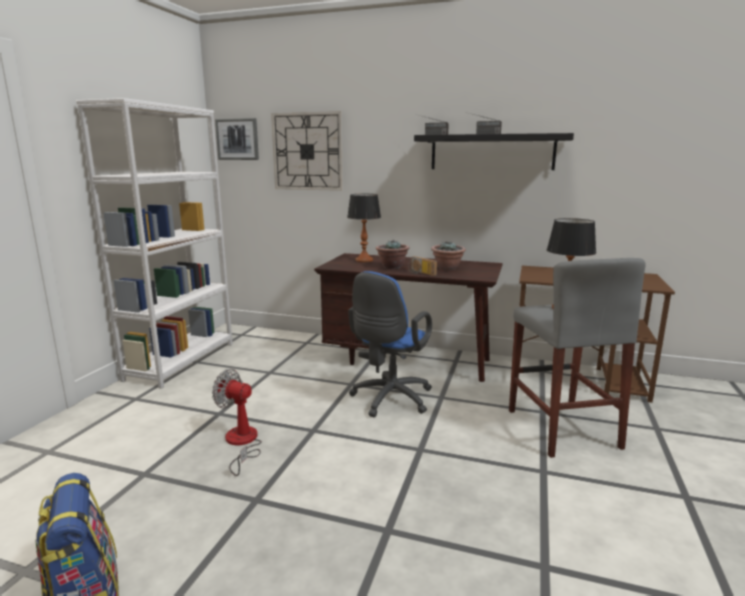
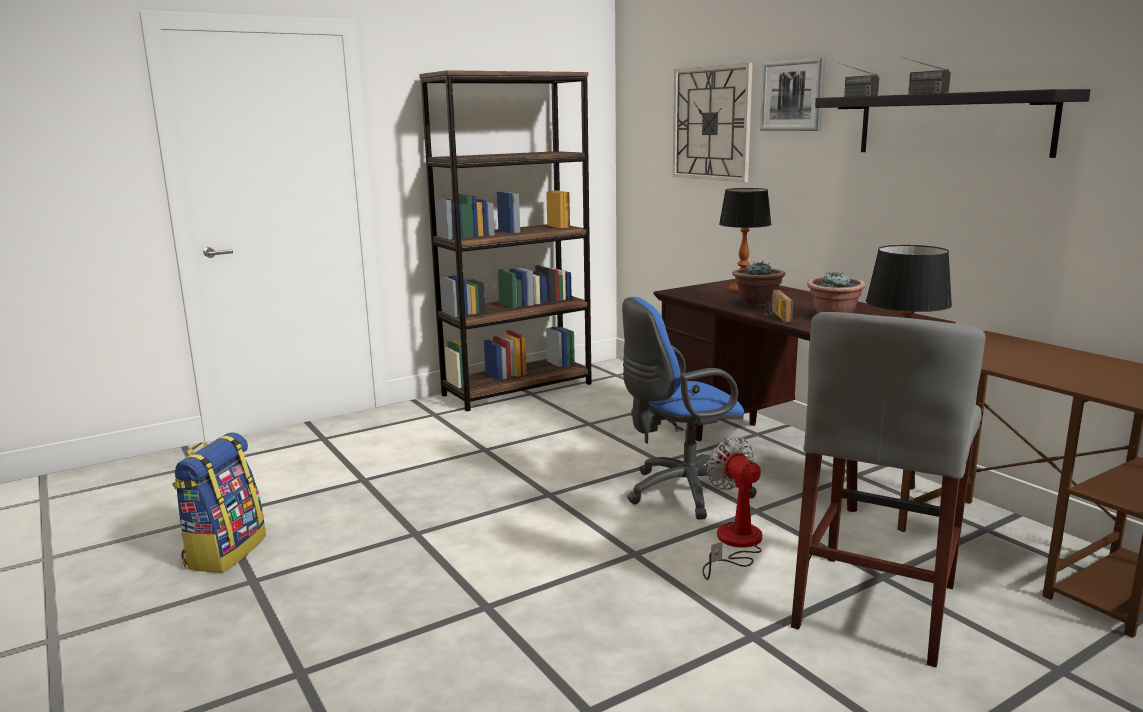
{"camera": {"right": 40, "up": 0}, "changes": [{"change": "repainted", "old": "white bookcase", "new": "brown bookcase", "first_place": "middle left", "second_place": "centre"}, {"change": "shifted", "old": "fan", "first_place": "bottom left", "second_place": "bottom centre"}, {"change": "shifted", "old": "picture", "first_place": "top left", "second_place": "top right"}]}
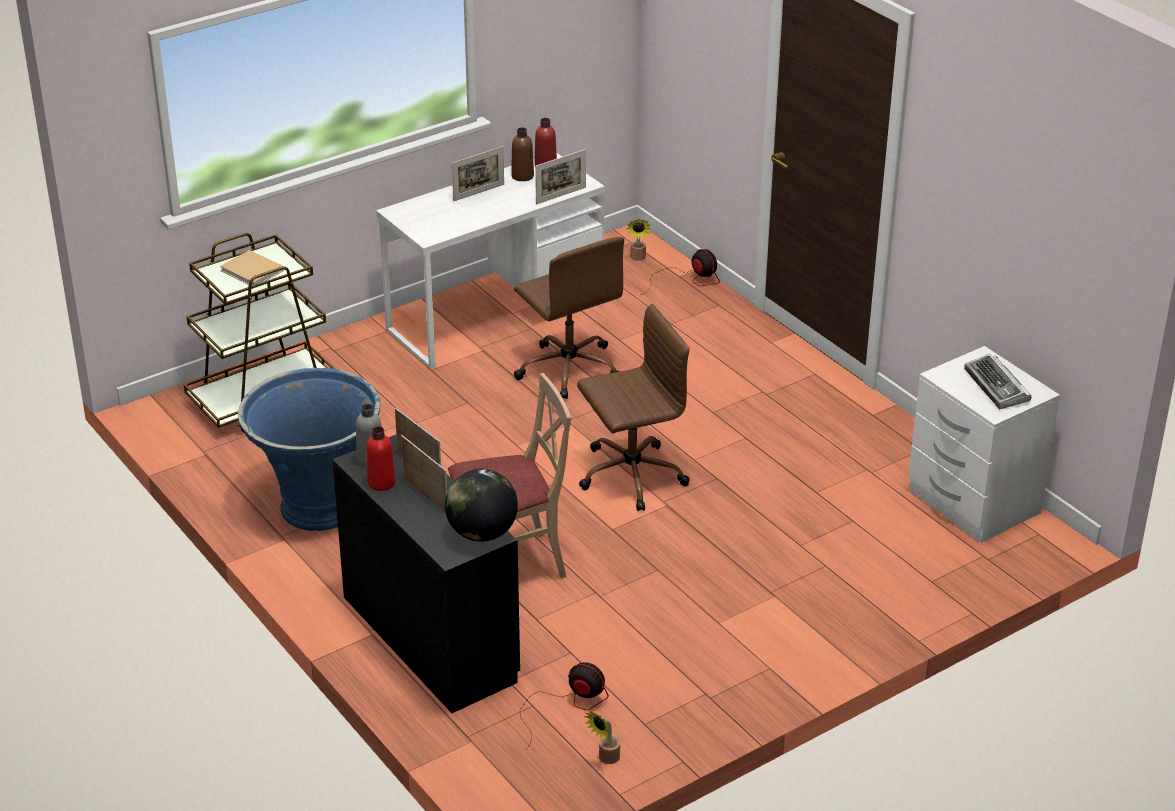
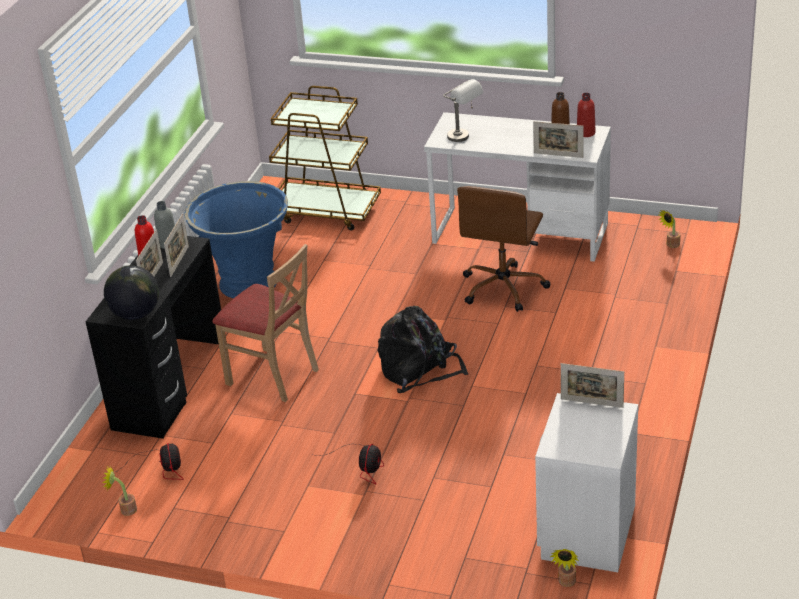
{"camera": {"right": 55, "up": 0}, "changes": [{"change": "shifted", "old": "fan (no. 2 from left)", "first_place": "centre", "second_place": "bottom centre"}, {"change": "swapped", "old": "brown office chair (no. 2 from left)", "new": "black backpack", "first_place": "centre", "second_place": "centre"}, {"change": "new", "new": "grey table lamp", "second_place": "top centre"}, {"change": "new", "new": "potted plant (no. 2 from left)", "second_place": "bottom right"}, {"change": "shifted", "old": "picture frame (no. 3 from left in the first image)", "new": "picture frame (no. 4 from left)", "first_place": "top centre", "second_place": "middle right"}, {"change": "gone", "old": "beige book", "first_place": "top left"}, {"change": "gone", "old": "keyboard", "first_place": "middle right"}]}
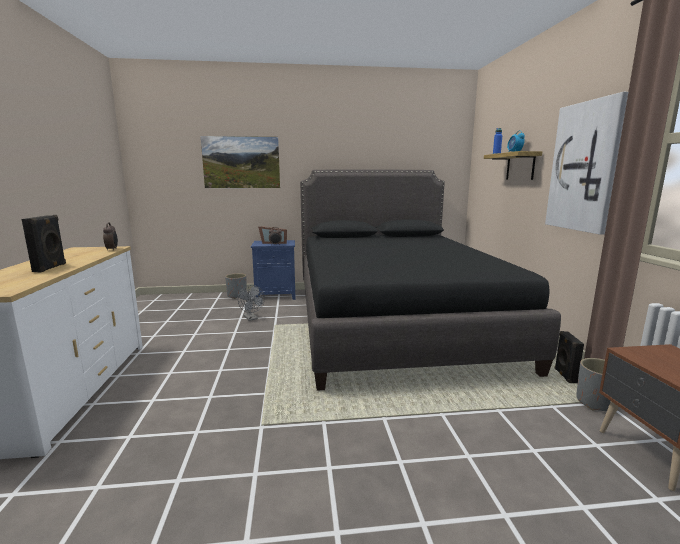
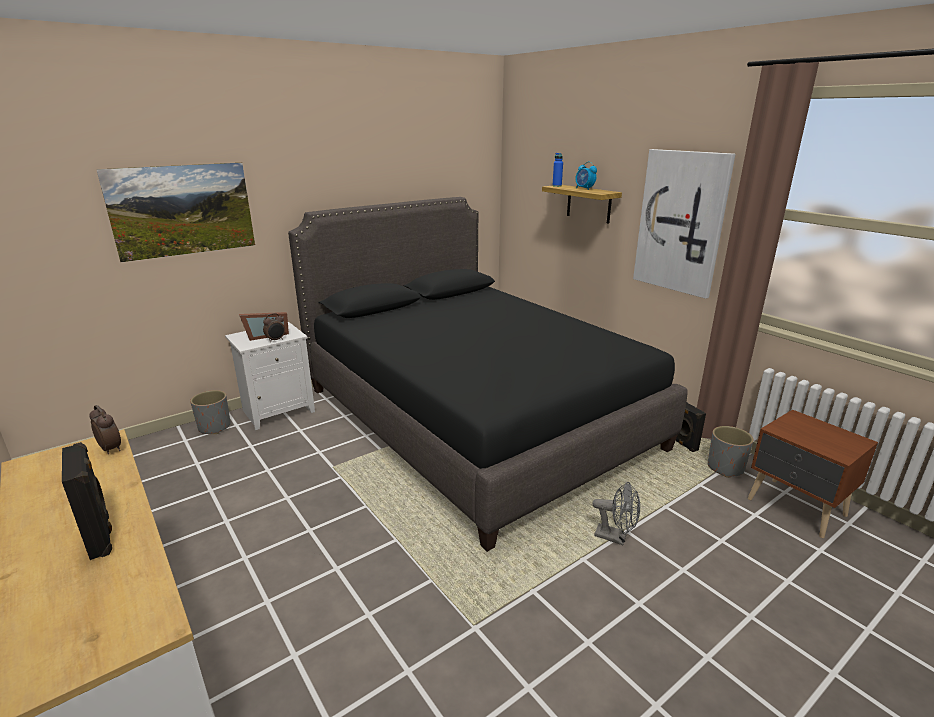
{"camera": {"right": -30, "up": 10}, "changes": [{"change": "repainted", "old": "blue nightstand", "new": "white nightstand", "first_place": "centre", "second_place": "middle left"}, {"change": "shifted", "old": "grey fan", "first_place": "centre", "second_place": "bottom centre"}]}
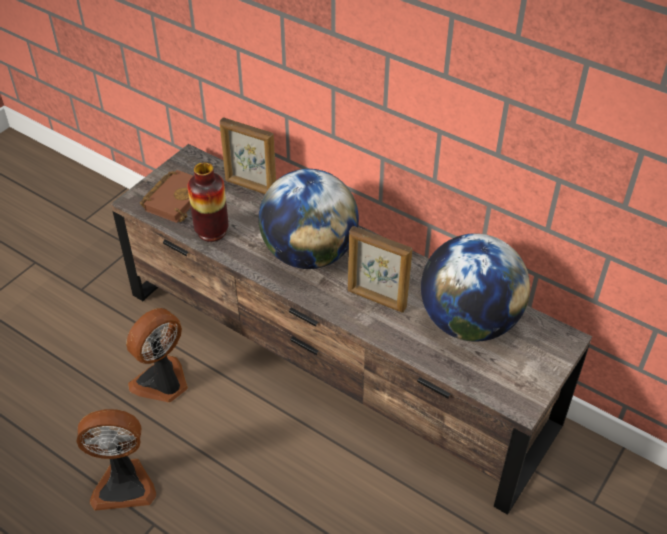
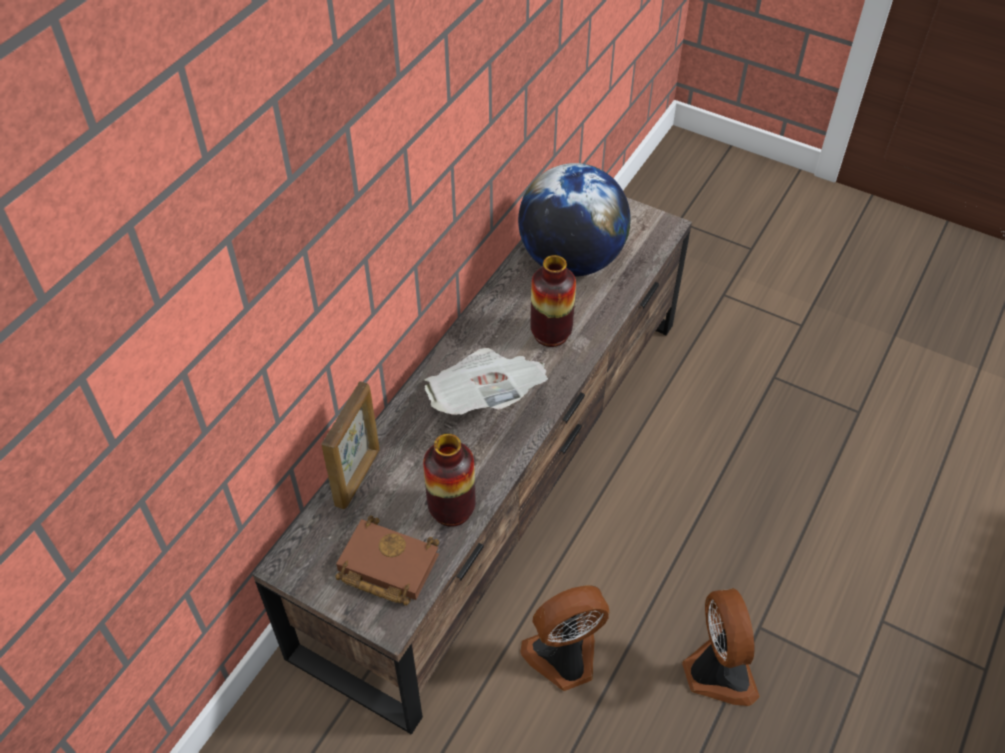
{"camera": {"right": -95, "up": 5}, "changes": [{"change": "swapped", "old": "globe (no. 1 from left)", "new": "newspaper", "first_place": "centre", "second_place": "centre"}, {"change": "rotated", "old": "fan (no. 2 from left in the first image)", "first_place": "middle left", "second_place": "bottom centre", "degrees": 120}, {"change": "swapped", "old": "picture frame (no. 2 from left)", "new": "vase (no. 2 from left)", "first_place": "centre", "second_place": "centre"}]}
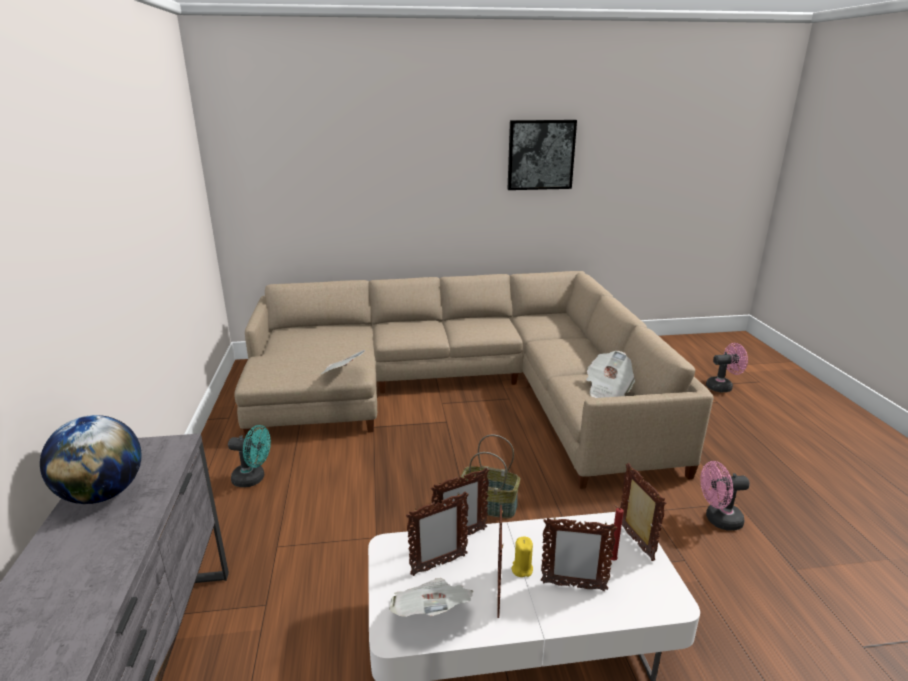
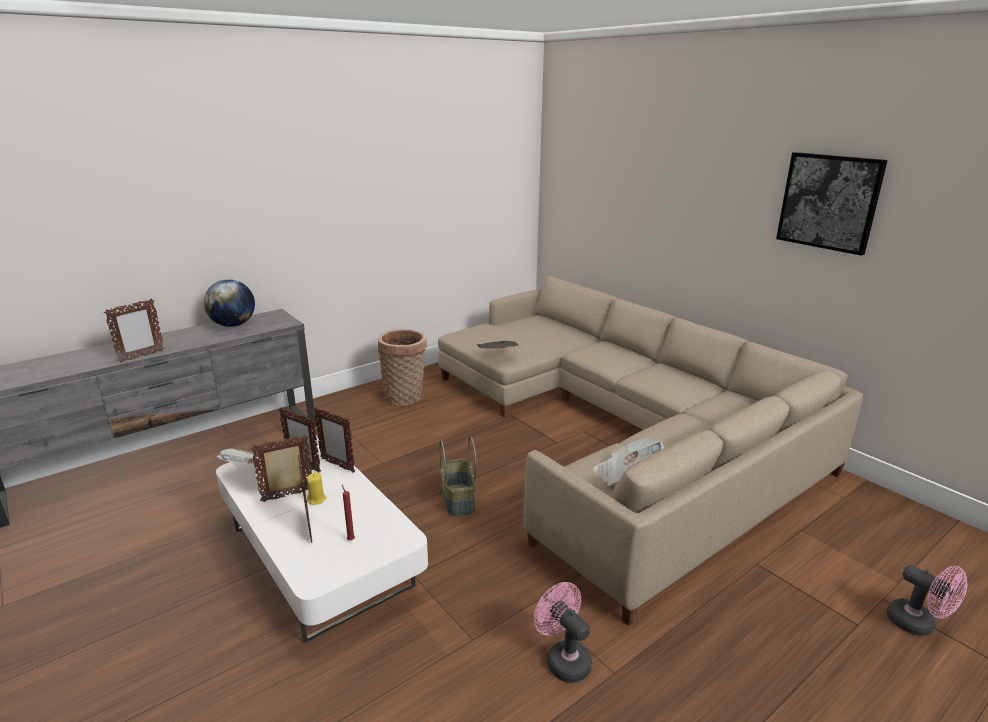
{"camera": {"right": 60, "up": 0}, "changes": [{"change": "shifted", "old": "picture frame (no. 5 from left in the first image)", "new": "picture frame (no. 1 from left)", "first_place": "bottom right", "second_place": "middle left"}, {"change": "swapped", "old": "turquoise fan", "new": "basket (no. 1 from left)", "first_place": "bottom left", "second_place": "centre"}]}
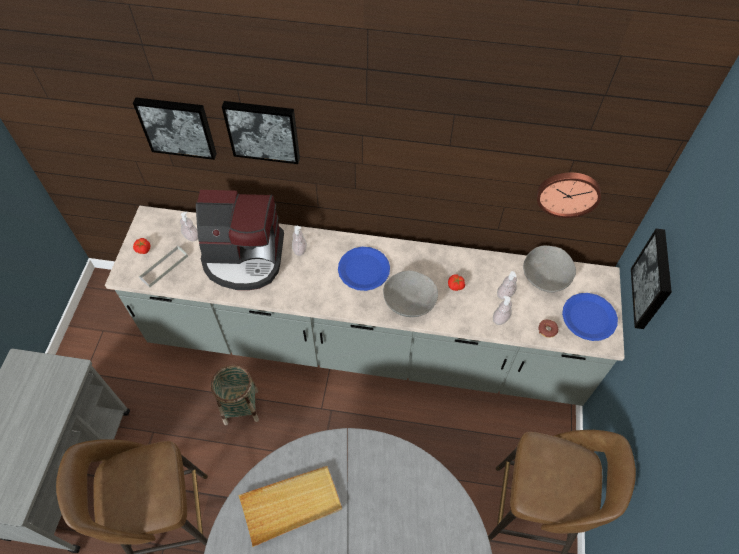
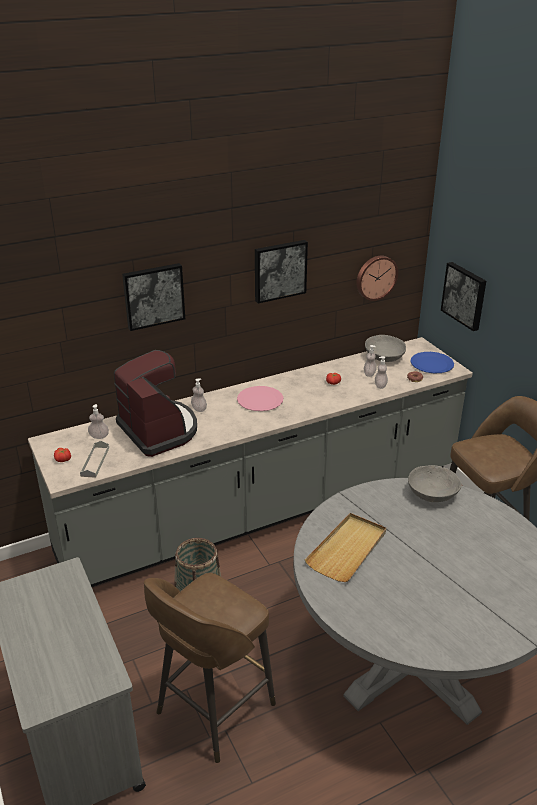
{"camera": {"right": -35, "up": -25}, "changes": [{"change": "rotated", "old": "coffee machine", "first_place": "middle left", "second_place": "middle left", "degrees": -90}, {"change": "repainted", "old": "blue plate (no. 1 from left)", "new": "pink plate", "first_place": "centre", "second_place": "centre"}, {"change": "shifted", "old": "picture (no. 1 from left in the first image)", "new": "picture (no. 2 from left)", "first_place": "top left", "second_place": "centre"}, {"change": "shifted", "old": "grey bowl (no. 1 from left in the first image)", "new": "grey bowl (no. 2 from left)", "first_place": "centre", "second_place": "middle right"}]}
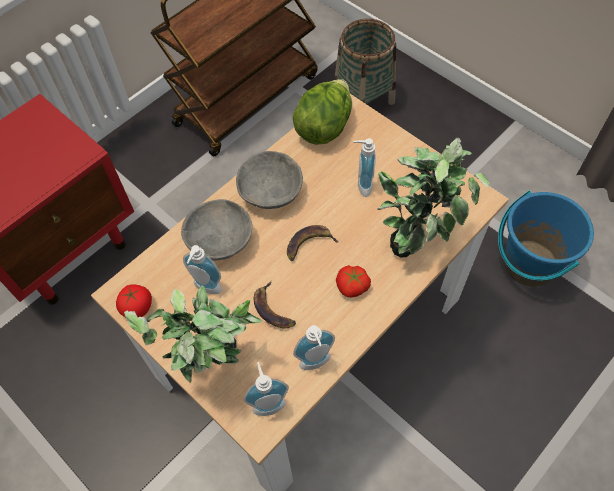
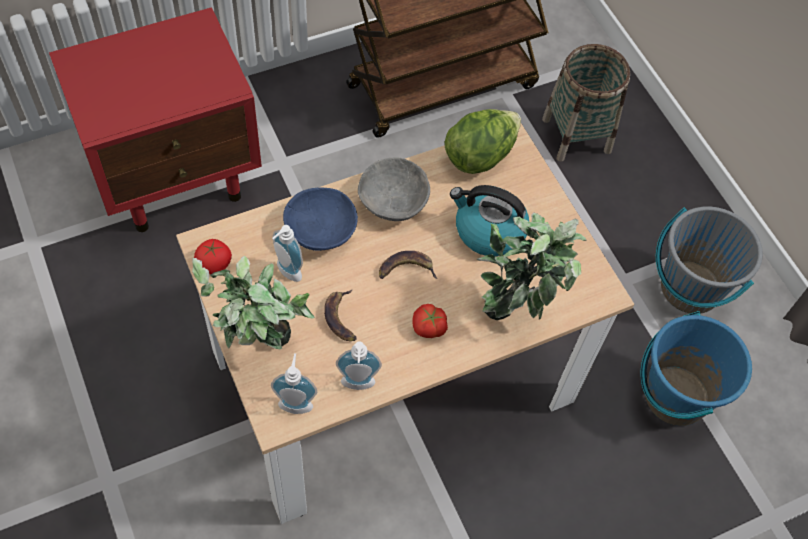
{"camera": {"right": 15, "up": 0}, "changes": [{"change": "repainted", "old": "grey bowl (no. 1 from left)", "new": "blue bowl", "first_place": "centre", "second_place": "centre"}, {"change": "swapped", "old": "soap dispenser (no. 4 from left)", "new": "kettle", "first_place": "centre", "second_place": "centre"}, {"change": "new", "new": "grey bucket", "second_place": "middle right"}]}
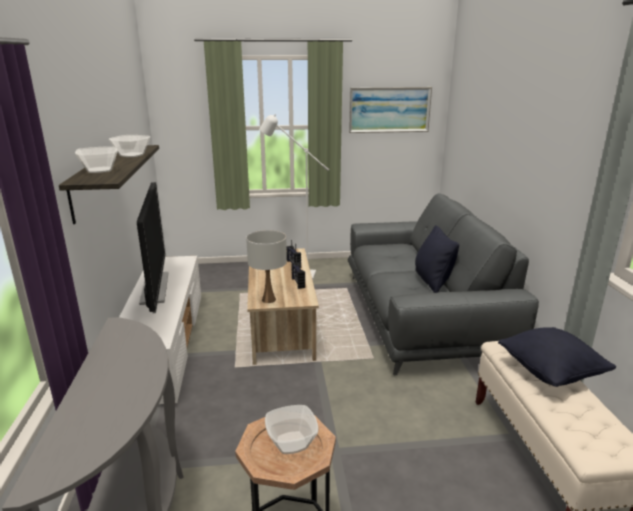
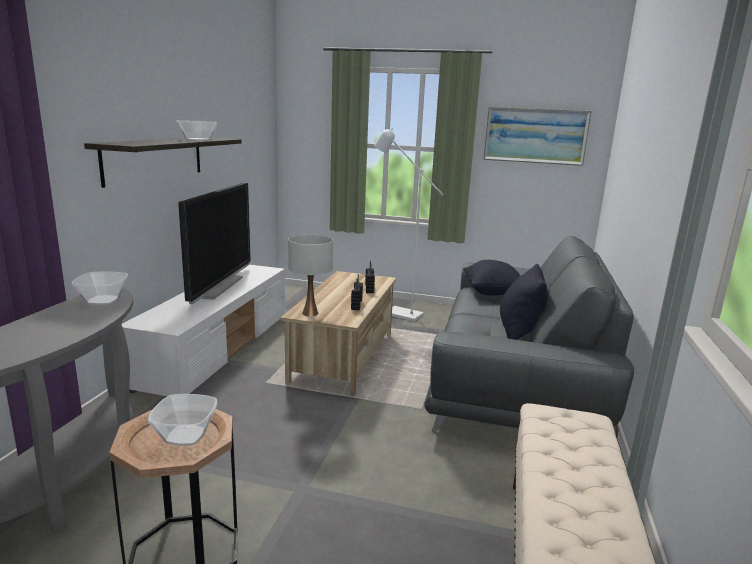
{"camera": {"right": 20, "up": -5}, "changes": [{"change": "shifted", "old": "bowl (no. 1 from left)", "first_place": "top left", "second_place": "middle left"}, {"change": "shifted", "old": "black pillow (no. 2 from left in the first image)", "new": "black pillow (no. 1 from left)", "first_place": "bottom right", "second_place": "centre"}]}
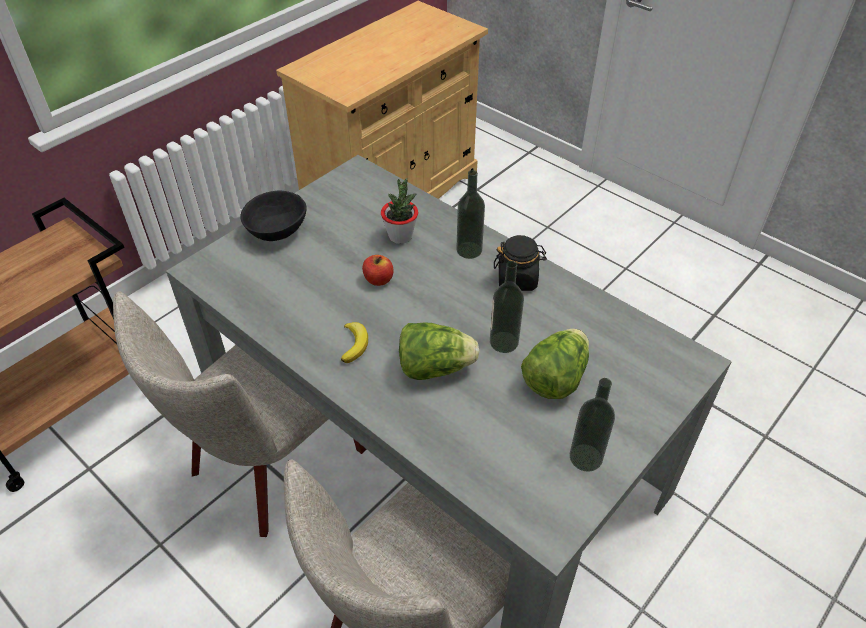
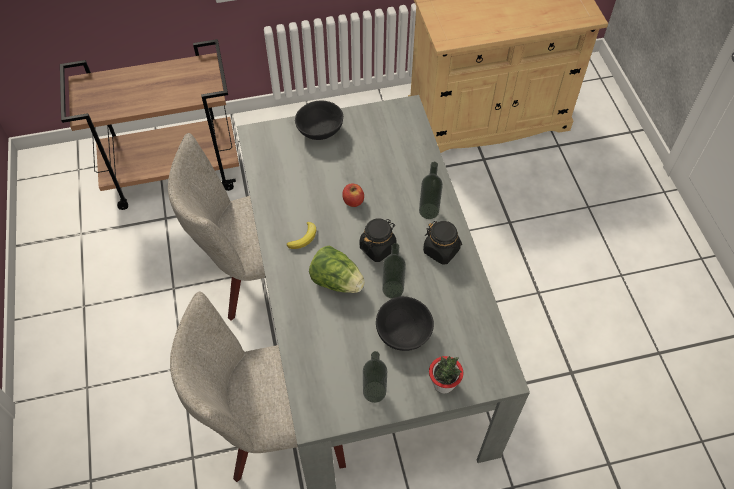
{"camera": {"right": 35, "up": 10}, "changes": [{"change": "new", "new": "black jar (no. 1 from left)", "second_place": "centre"}, {"change": "swapped", "old": "lettuce (no. 2 from left)", "new": "black bowl (no. 2 from left)", "first_place": "centre", "second_place": "centre"}, {"change": "shifted", "old": "potted plant", "first_place": "centre", "second_place": "bottom centre"}]}
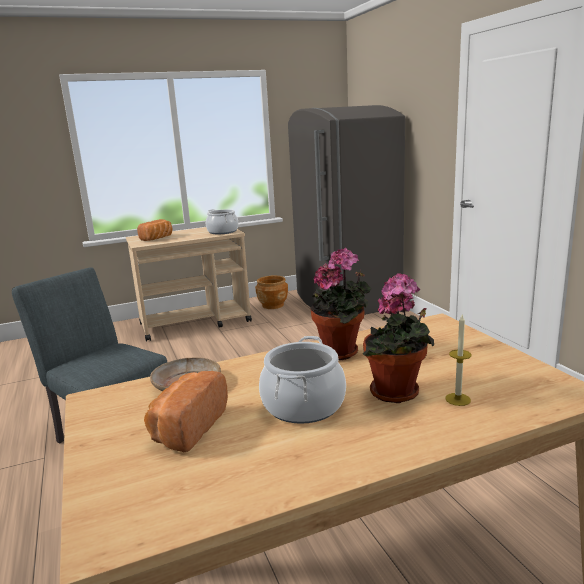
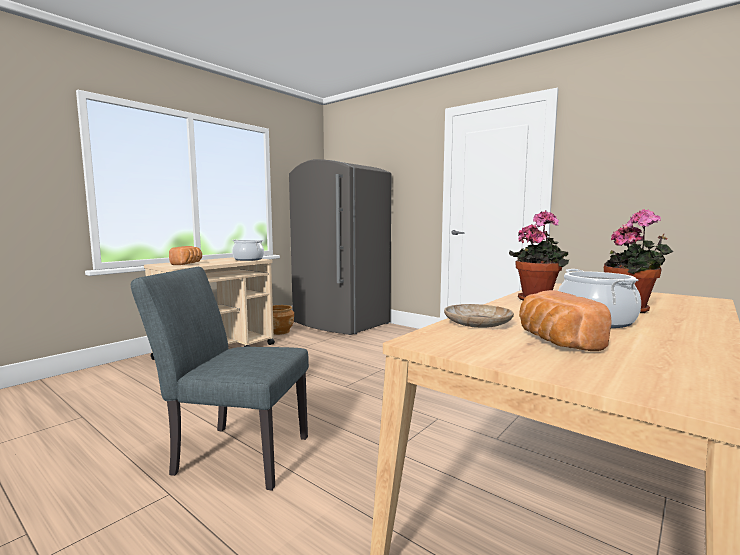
{"camera": {"right": -30, "up": -10}, "changes": [{"change": "gone", "old": "candle", "first_place": "middle right"}]}
